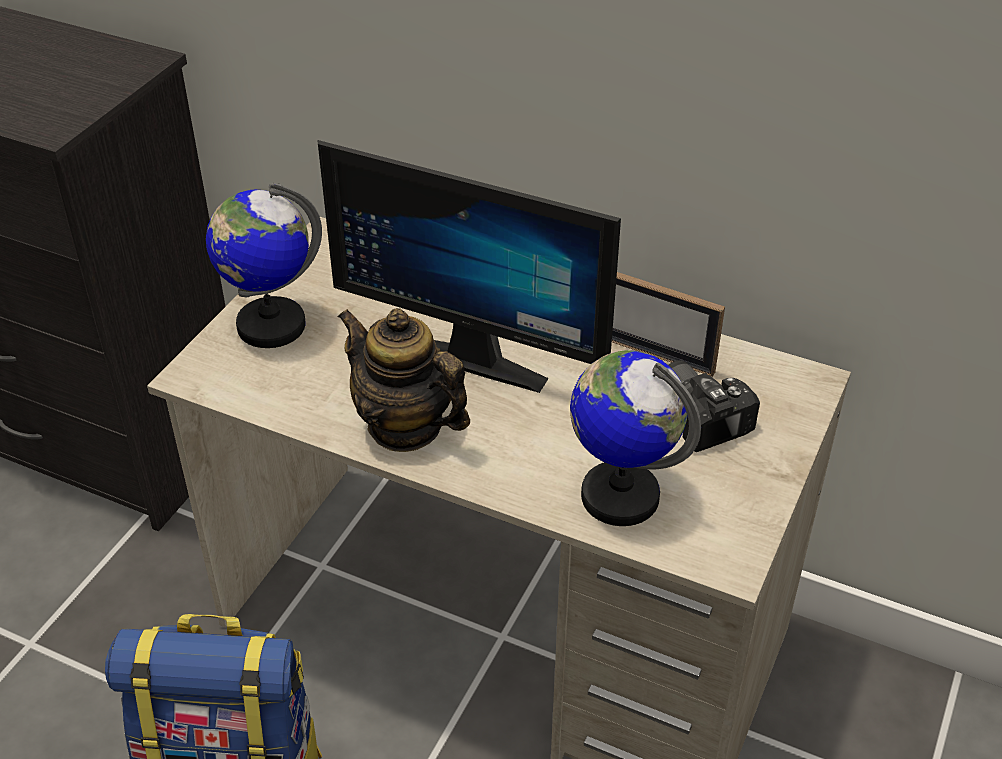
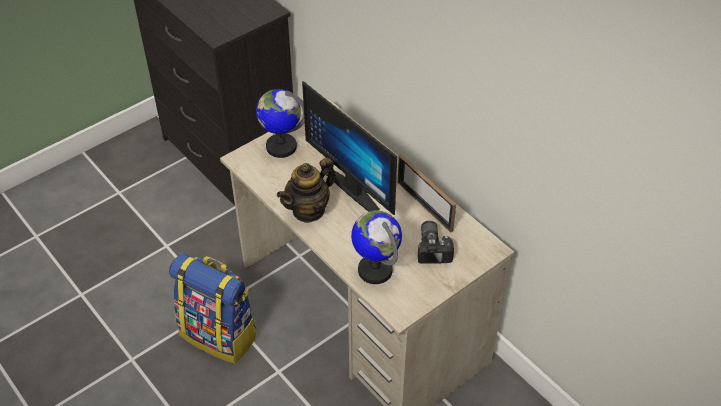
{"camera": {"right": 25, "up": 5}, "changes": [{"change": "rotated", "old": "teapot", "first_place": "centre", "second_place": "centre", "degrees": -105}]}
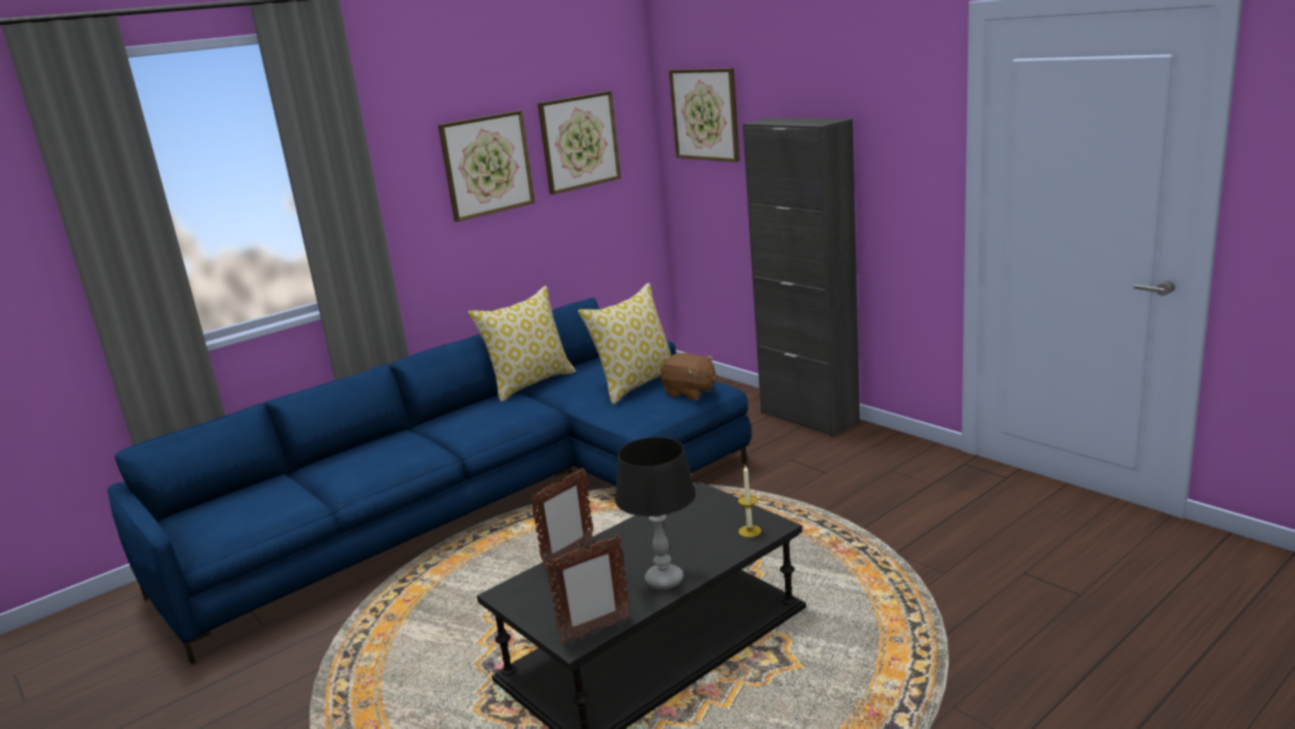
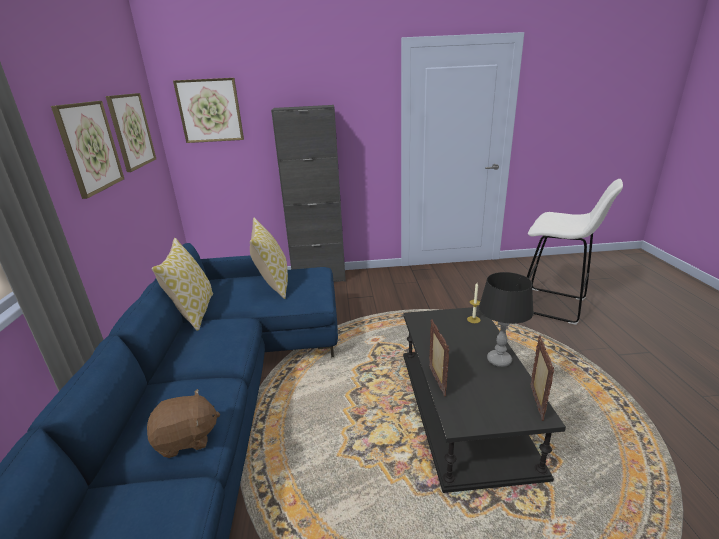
{"camera": {"right": -55, "up": 5}, "changes": [{"change": "shifted", "old": "brown plush toy", "first_place": "centre", "second_place": "bottom left"}, {"change": "new", "new": "white stool", "second_place": "middle right"}]}
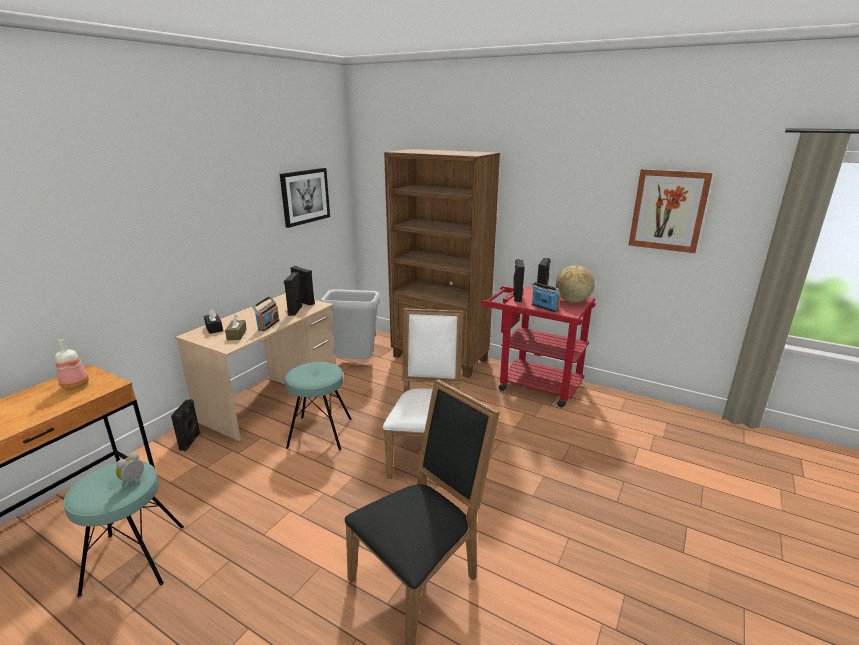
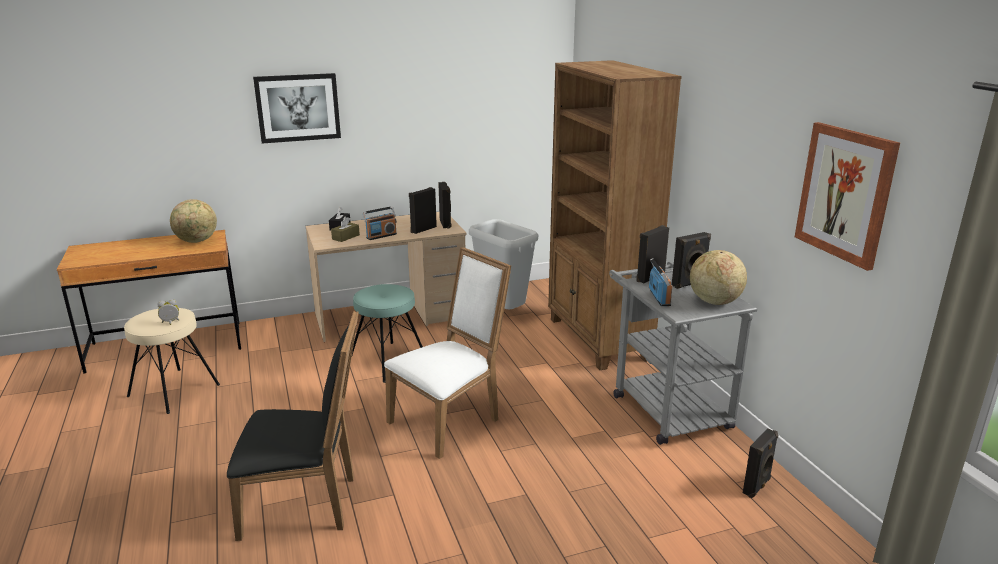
{"camera": {"right": 40, "up": 0}, "changes": [{"change": "repainted", "old": "turquoise stool (no. 1 from left)", "new": "beige stool", "first_place": "bottom left", "second_place": "middle left"}, {"change": "swapped", "old": "bottle", "new": "globe (no. 1 from left)", "first_place": "middle left", "second_place": "middle left"}, {"change": "shifted", "old": "picture (no. 1 from left)", "first_place": "top centre", "second_place": "top left"}, {"change": "repainted", "old": "red cart", "new": "grey cart", "first_place": "centre", "second_place": "middle right"}, {"change": "shifted", "old": "black speaker (no. 1 from left in the first image)", "new": "black speaker (no. 5 from left)", "first_place": "middle left", "second_place": "bottom right"}]}
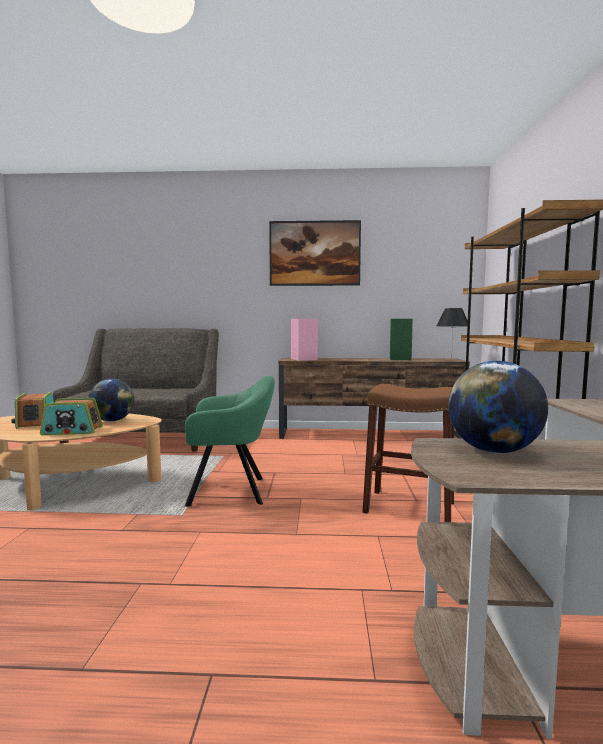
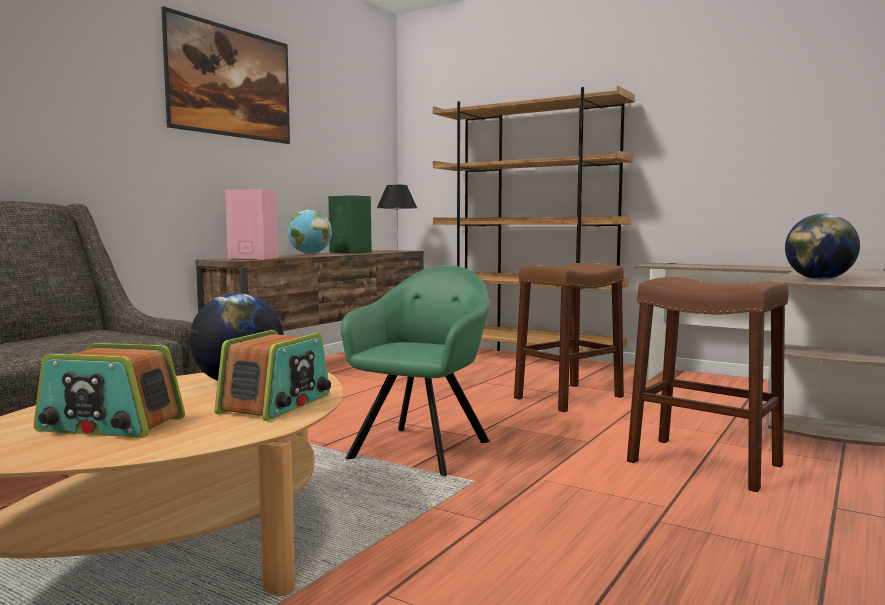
{"camera": {"right": -60, "up": 0}, "changes": [{"change": "new", "new": "globe (no. 2 from left)", "second_place": "centre"}, {"change": "new", "new": "brown stool (no. 2 from left)", "second_place": "middle right"}]}
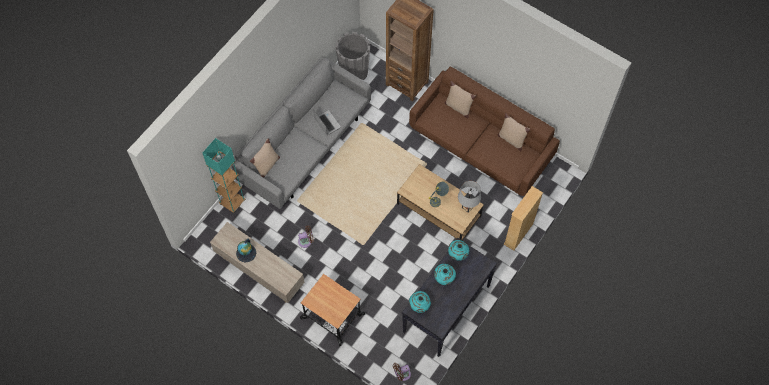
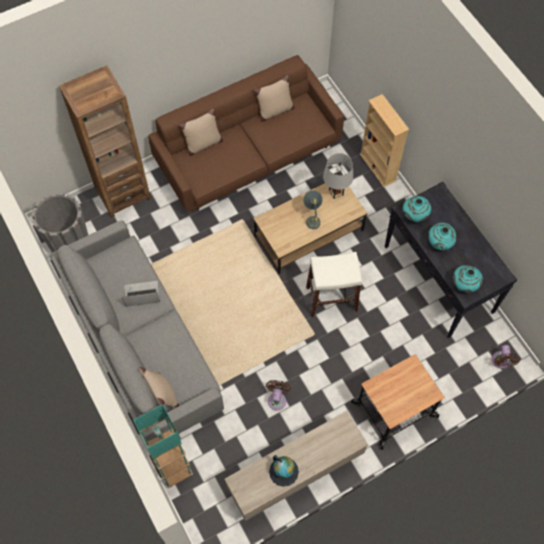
{"camera": {"right": -65, "up": 0}, "changes": [{"change": "new", "new": "white stool", "second_place": "centre"}]}
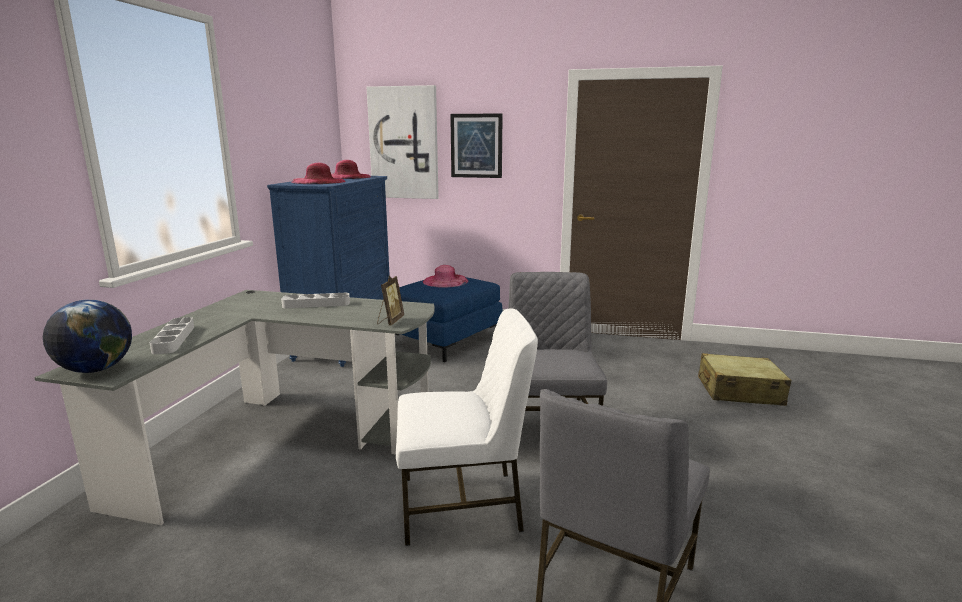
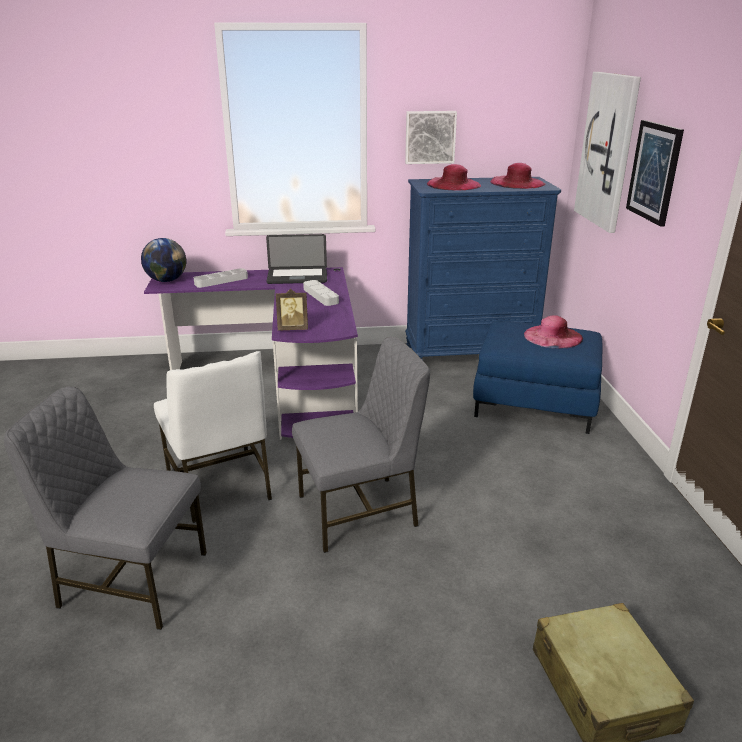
{"camera": {"right": 70, "up": 10}, "changes": [{"change": "repainted", "old": "grey desk", "new": "purple desk", "first_place": "bottom left", "second_place": "centre"}, {"change": "new", "new": "laptop", "second_place": "centre"}, {"change": "new", "new": "picture (no. 1 from left)", "second_place": "top centre"}]}
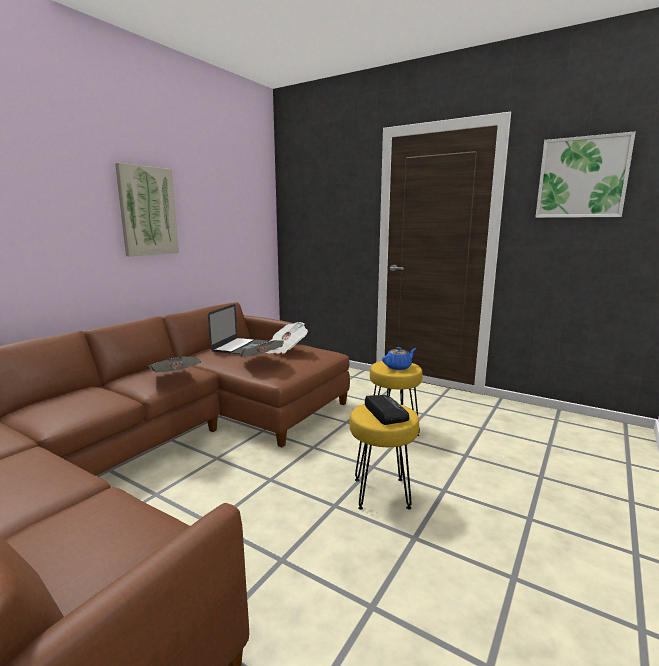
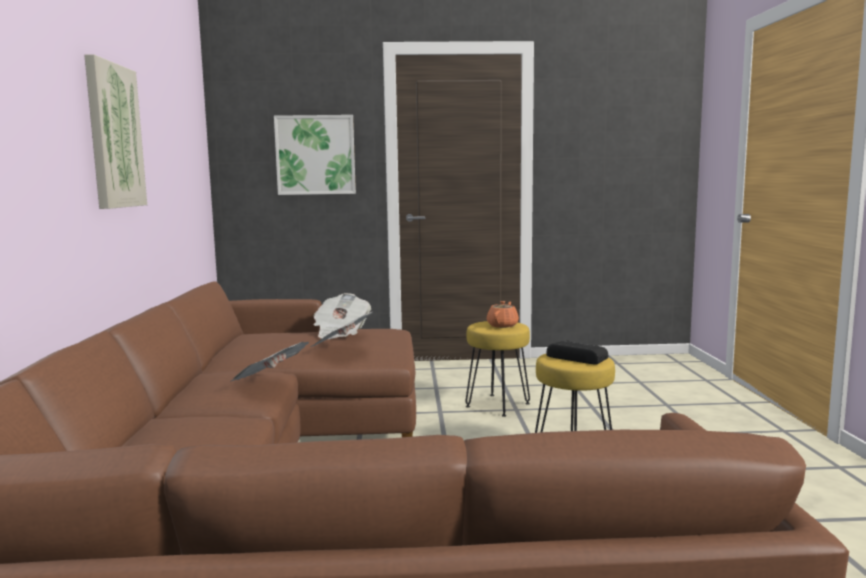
{"camera": {"right": -35, "up": -5}, "changes": [{"change": "shifted", "old": "picture (no. 2 from left)", "first_place": "top right", "second_place": "top centre"}, {"change": "repainted", "old": "blue teapot", "new": "orange teapot", "first_place": "centre", "second_place": "centre"}, {"change": "gone", "old": "laptop", "first_place": "centre"}]}
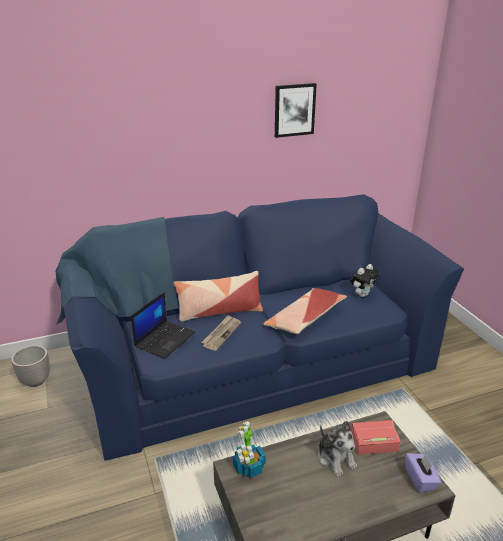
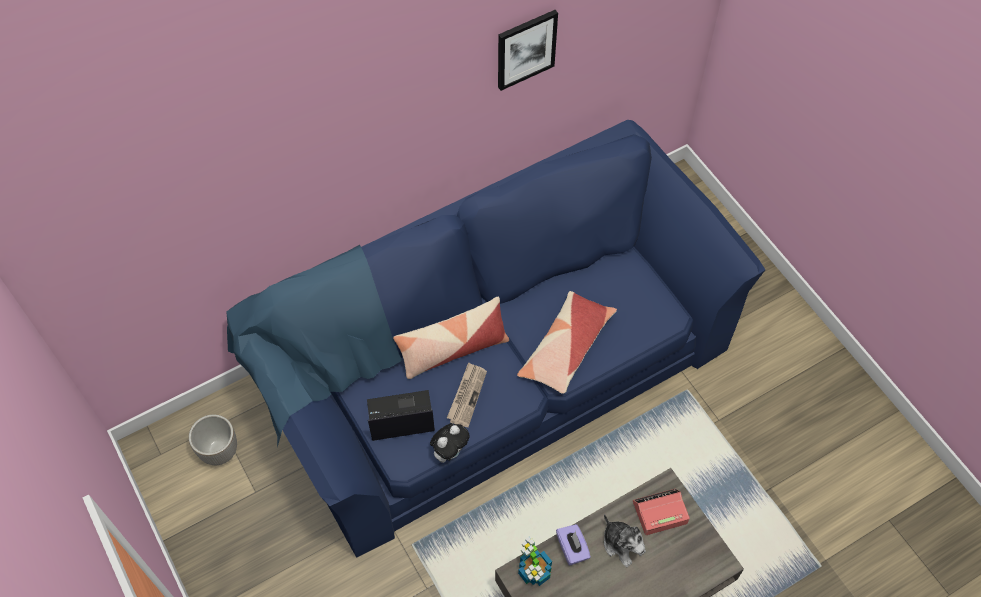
{"camera": {"right": -10, "up": 30}, "changes": [{"change": "rotated", "old": "laptop", "first_place": "middle left", "second_place": "bottom centre", "degrees": -120}, {"change": "shifted", "old": "plush toy (no. 2 from left in the first image)", "new": "plush toy (no. 1 from left)", "first_place": "middle right", "second_place": "bottom centre"}, {"change": "shifted", "old": "purple tissue box", "first_place": "bottom right", "second_place": "bottom centre"}]}
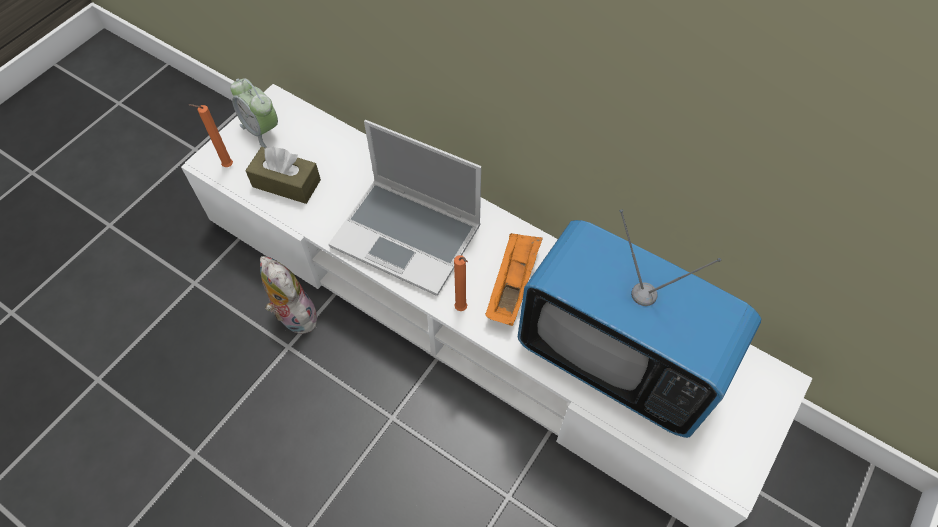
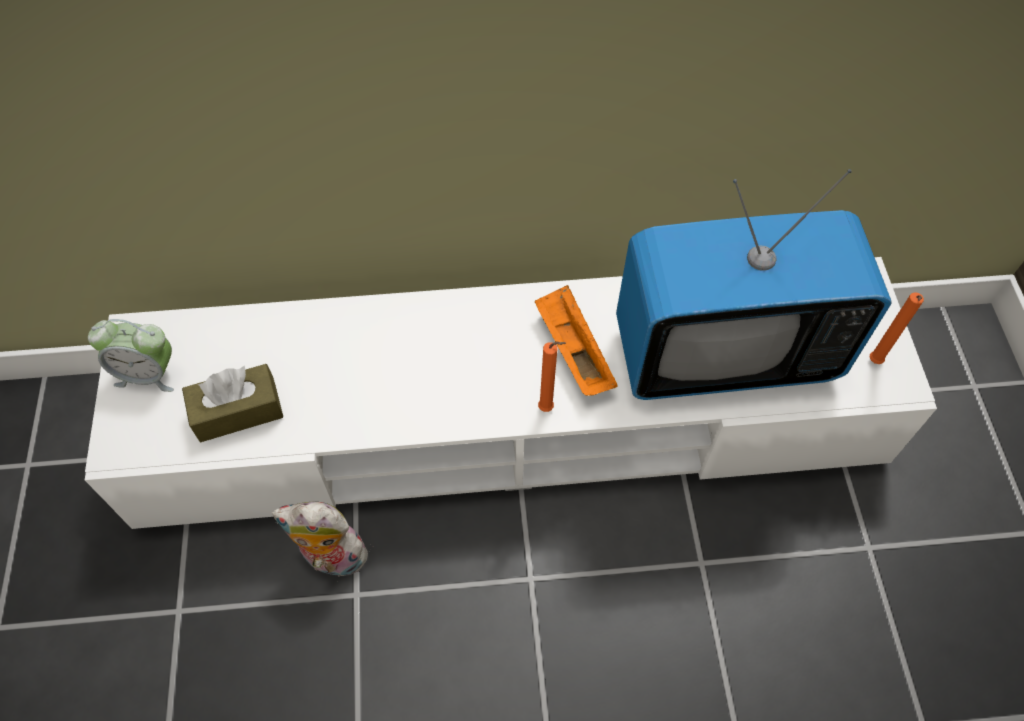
{"camera": {"right": -40, "up": 0}, "changes": [{"change": "shifted", "old": "orange candle (no. 1 from left in the first image)", "new": "orange candle (no. 2 from left)", "first_place": "top left", "second_place": "middle right"}, {"change": "gone", "old": "laptop", "first_place": "centre"}]}
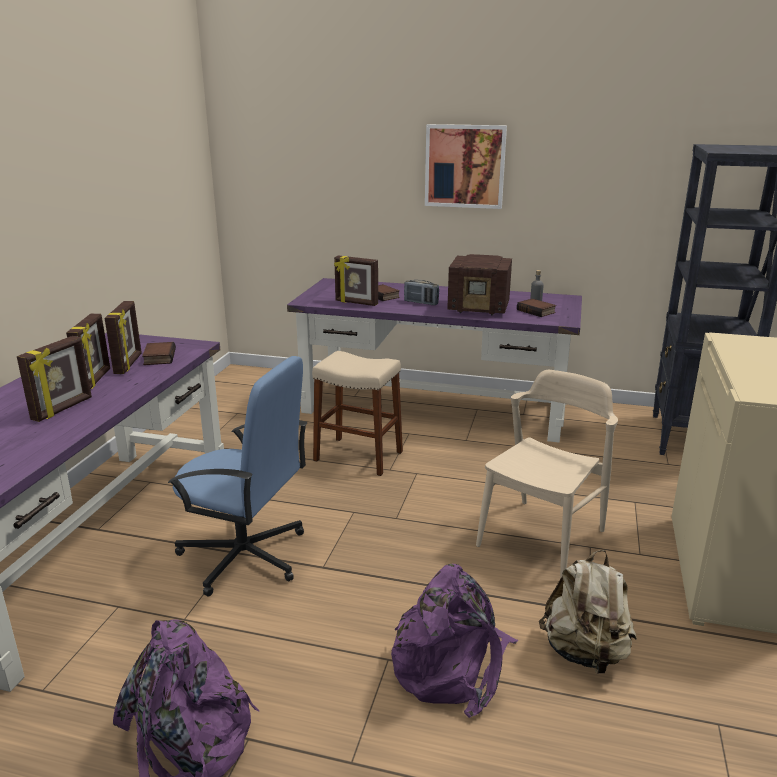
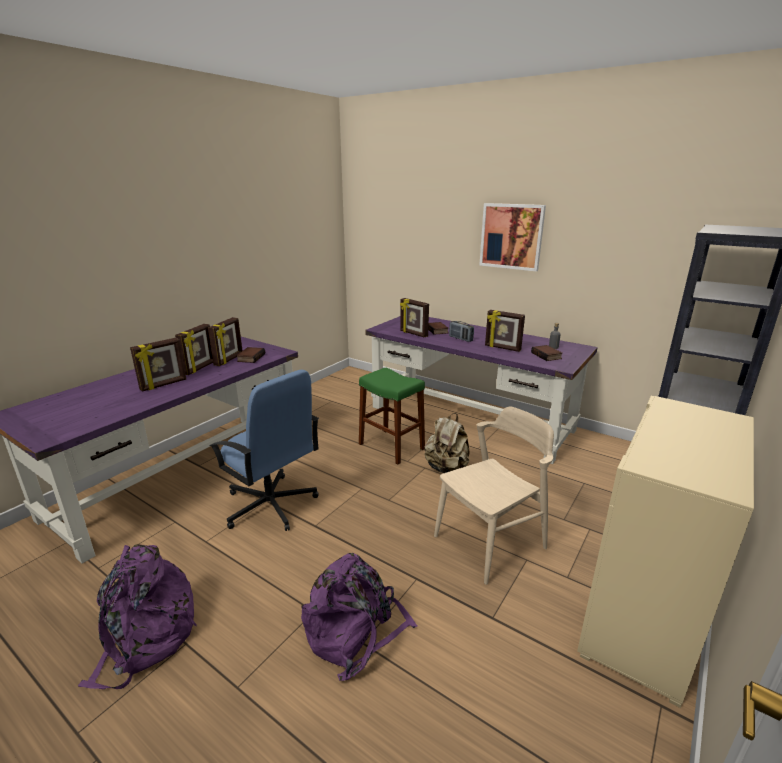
{"camera": {"right": 20, "up": 0}, "changes": [{"change": "repainted", "old": "beige stool", "new": "green stool", "first_place": "centre", "second_place": "centre"}, {"change": "shifted", "old": "beige backpack", "first_place": "bottom right", "second_place": "centre"}, {"change": "swapped", "old": "radio (no. 2 from left)", "new": "picture frame (no. 5 from left)", "first_place": "centre", "second_place": "centre"}]}
